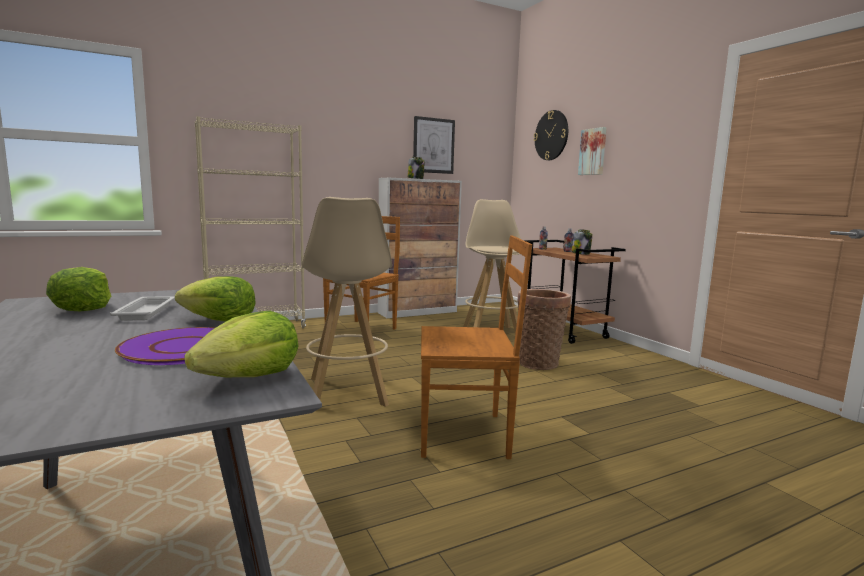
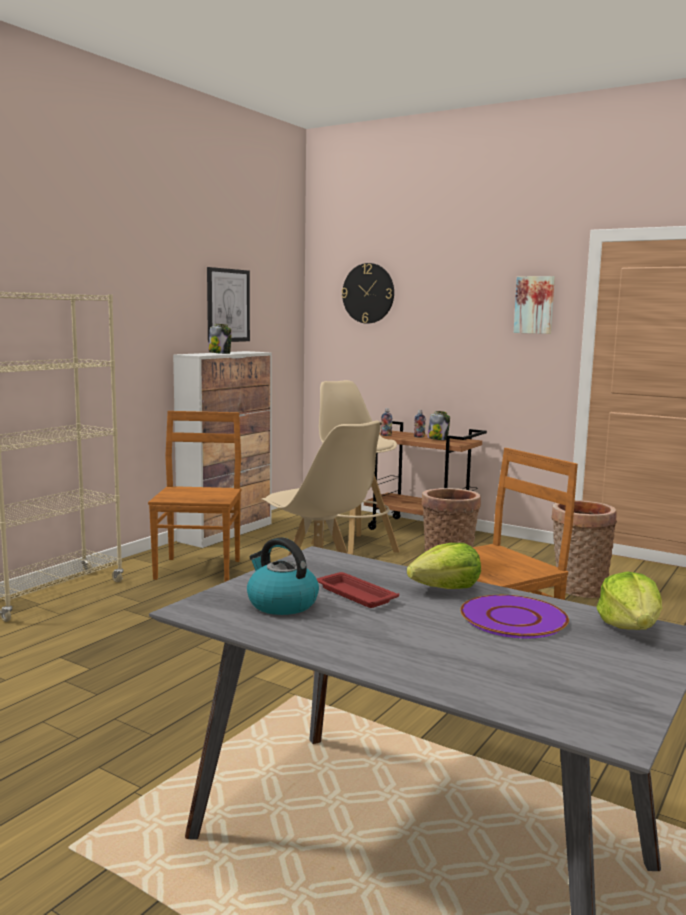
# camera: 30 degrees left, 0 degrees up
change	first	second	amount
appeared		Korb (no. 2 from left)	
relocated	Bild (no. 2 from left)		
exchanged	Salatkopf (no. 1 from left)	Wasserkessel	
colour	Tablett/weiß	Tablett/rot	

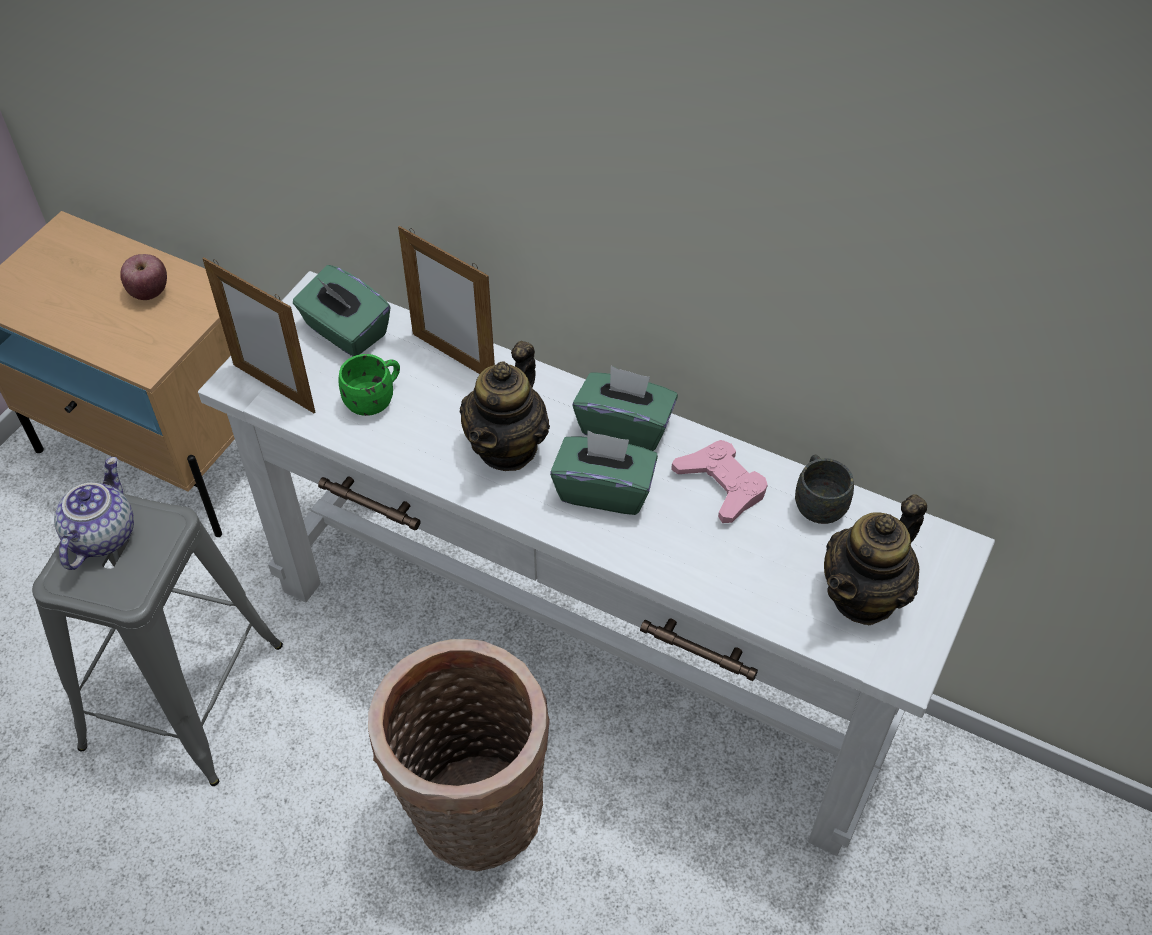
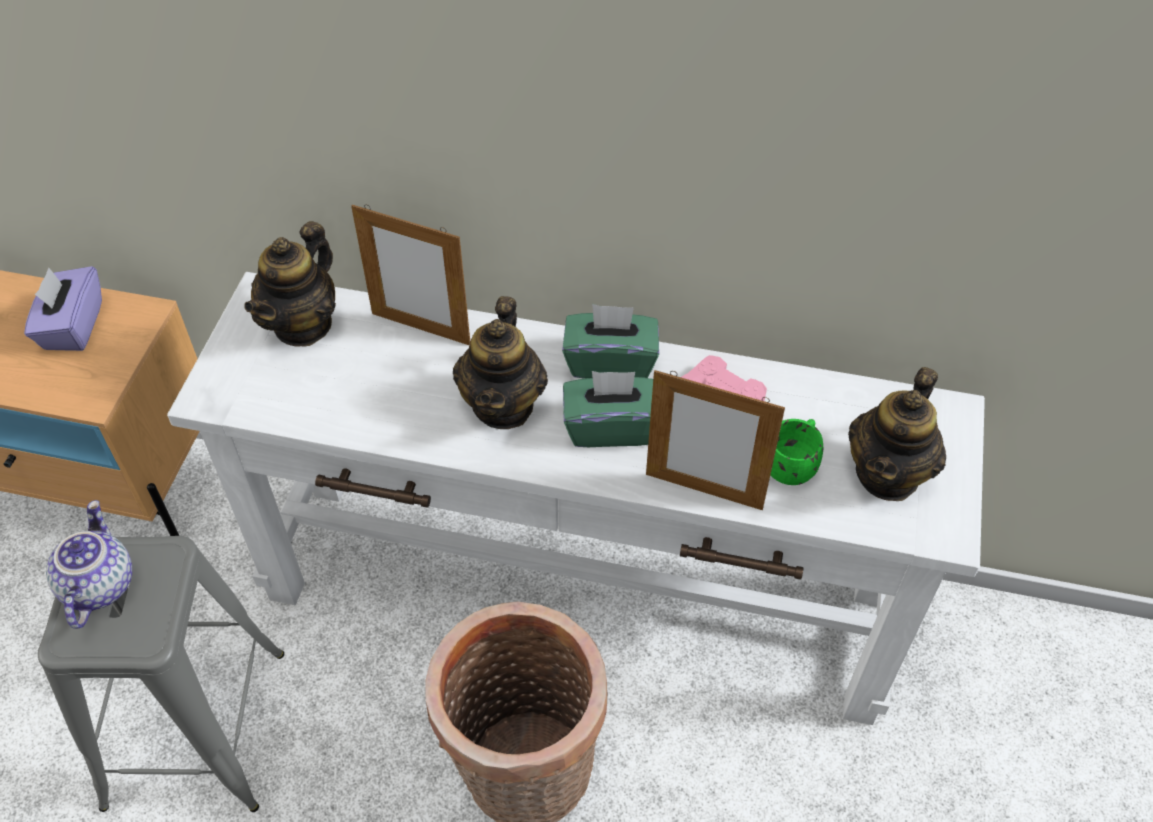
# camera: 15 degrees left, 0 degrees up
change	first	second	amount
missing	Henkelbecher/grau		
relocated	Bilderrahmen (no. 1 from left in the first image)	Bilderrahmen (no. 2 from left)	
relocated	Henkelbecher/grün		
exchanged	Apfel	Taschentuchbox/lila	
exchanged	Taschentuchbox/grün (no. 1 from left)	Teekanne (no. 2 from left)	

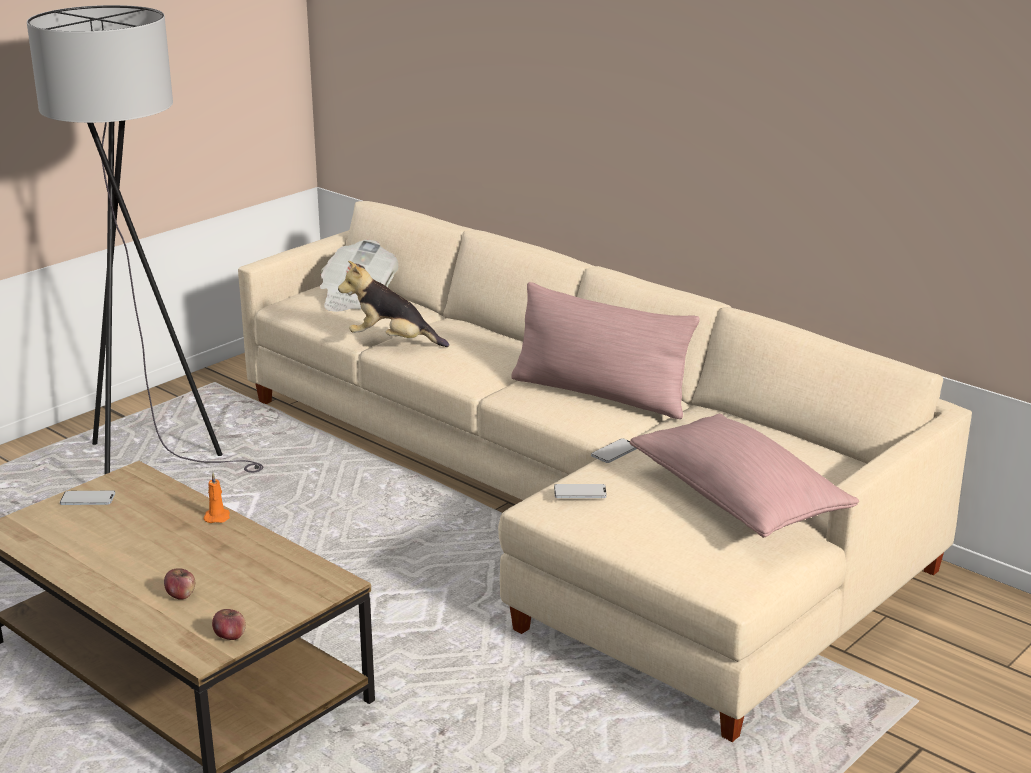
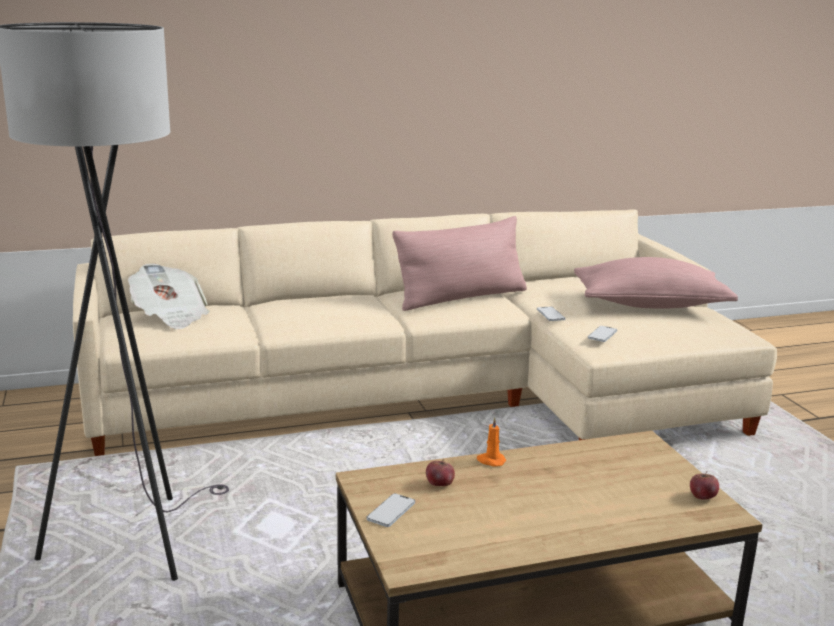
# camera: 60 degrees left, 5 degrees down
change	first	second	amount
missing	Plüschtier		
relocated	Apfel (no. 1 from left)		

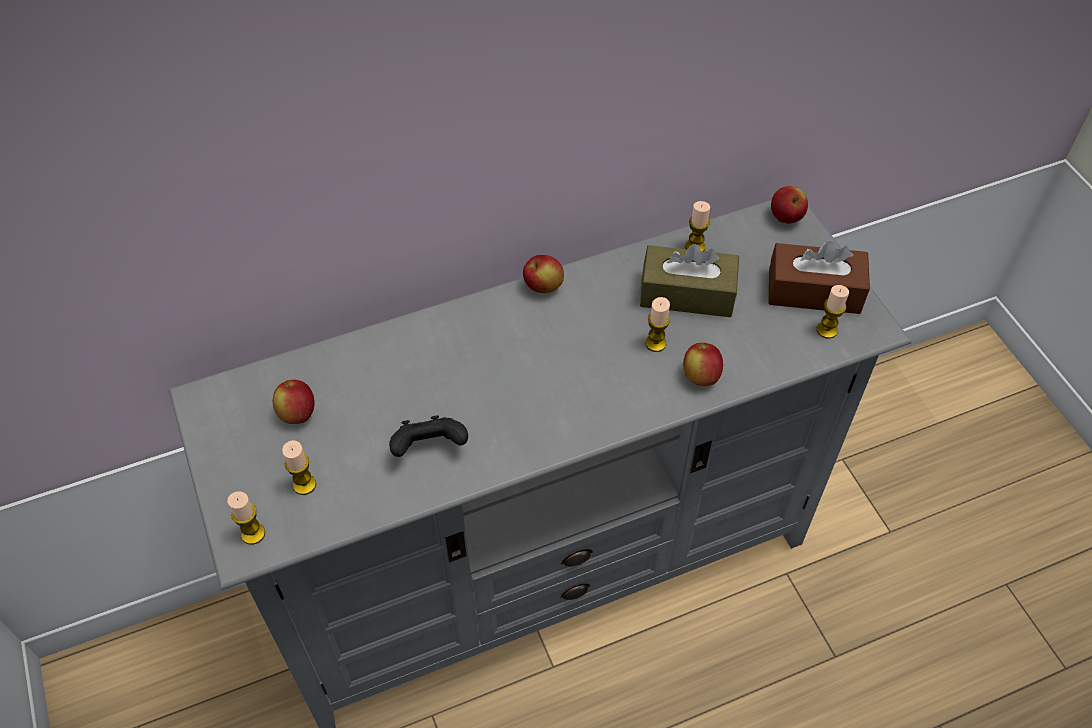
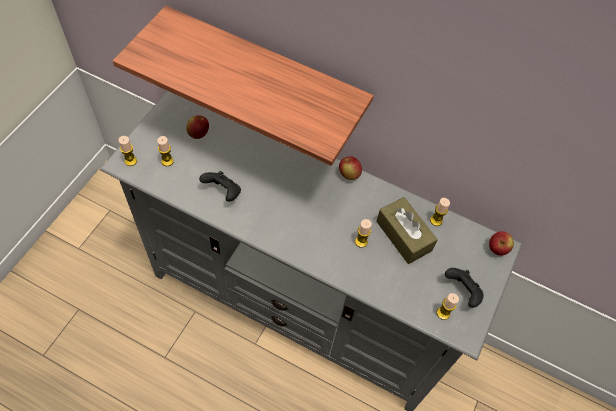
# camera: 45 degrees right, 5 degrees up
change	first	second	amount
missing	Apfel (no. 3 from left)		
appeared		Wandregal	
exchanged	Taschentuchbox/braun (no. 2 from left)	Gamepad/schwarz (no. 2 from left)	

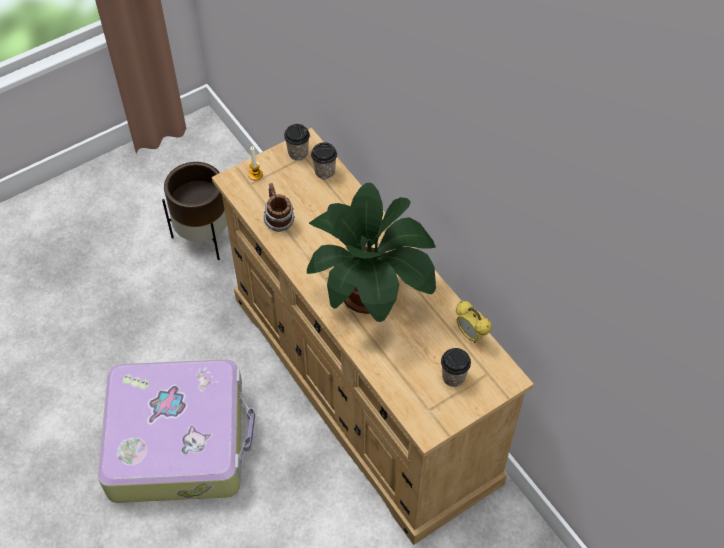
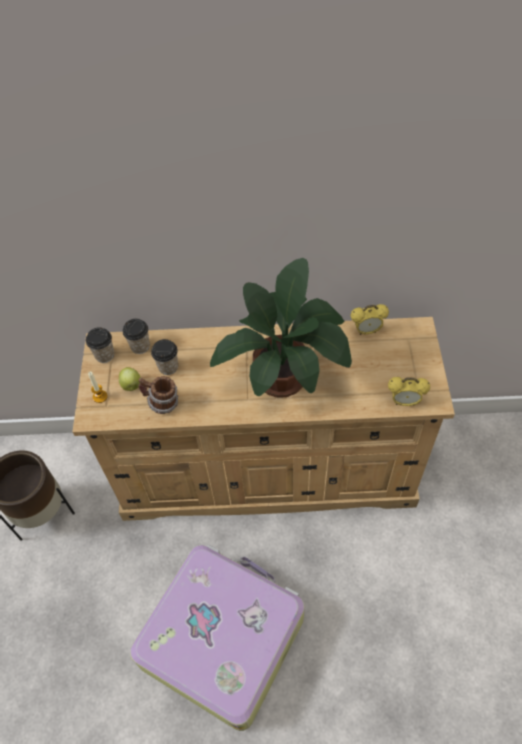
# camera: 55 degrees left, 0 degrees up
change	first	second	amount
appeared		Apfel	
appeared		Wecker (no. 2 from left)	
relocated	Tasse (no. 3 from left)		

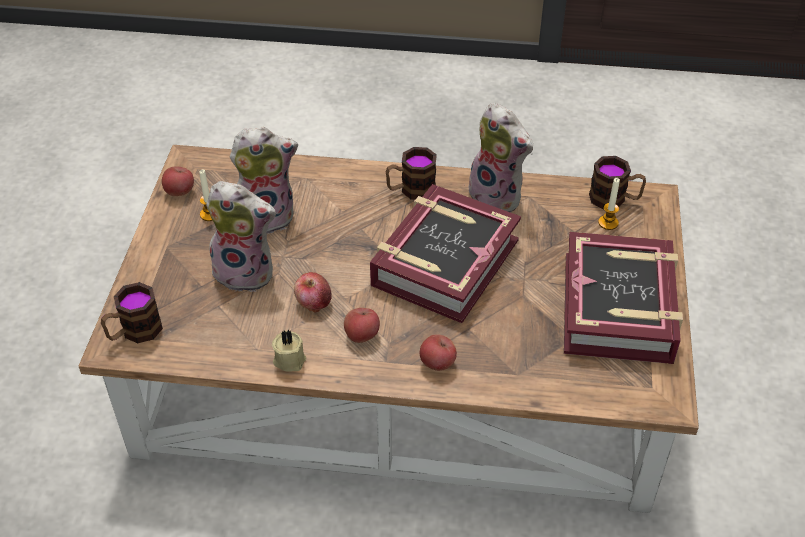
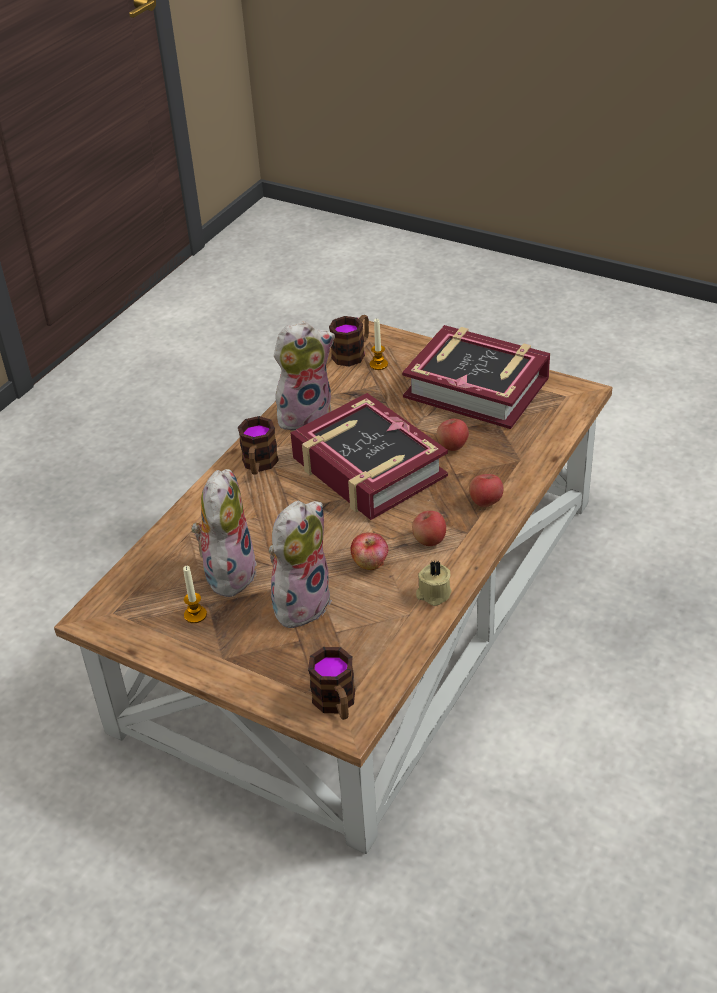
# camera: 65 degrees left, 5 degrees down
change	first	second	amount
relocated	Apfel (no. 1 from left in the first image)	Apfel (no. 3 from left)	

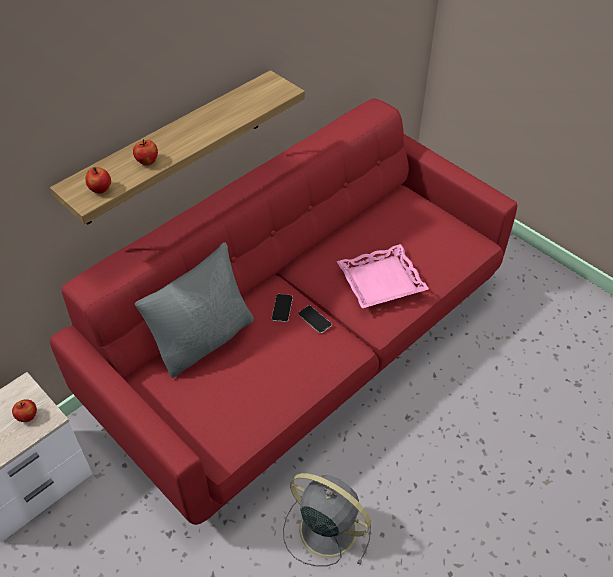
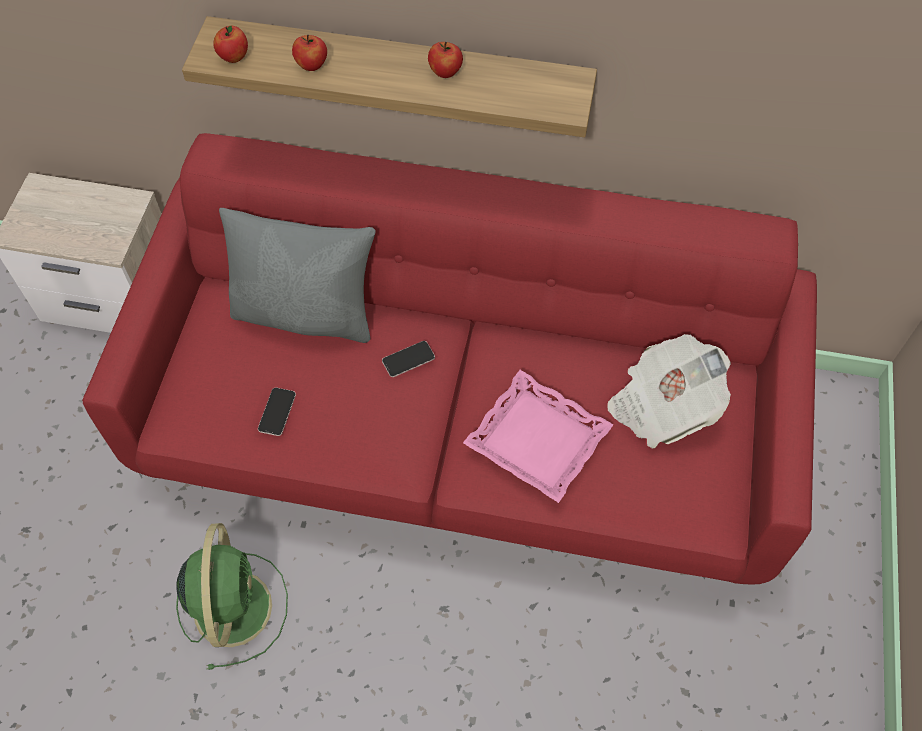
# camera: 55 degrees right, 10 degrees up
change	first	second	amount
appeared		Zeitung	
relocated	Apfel (no. 1 from left in the first image)	Apfel (no. 3 from left)	
relocated	Handy (no. 2 from left in the first image)	Handy (no. 1 from left)	
colour	Ventilator/grau	Ventilator/grün	

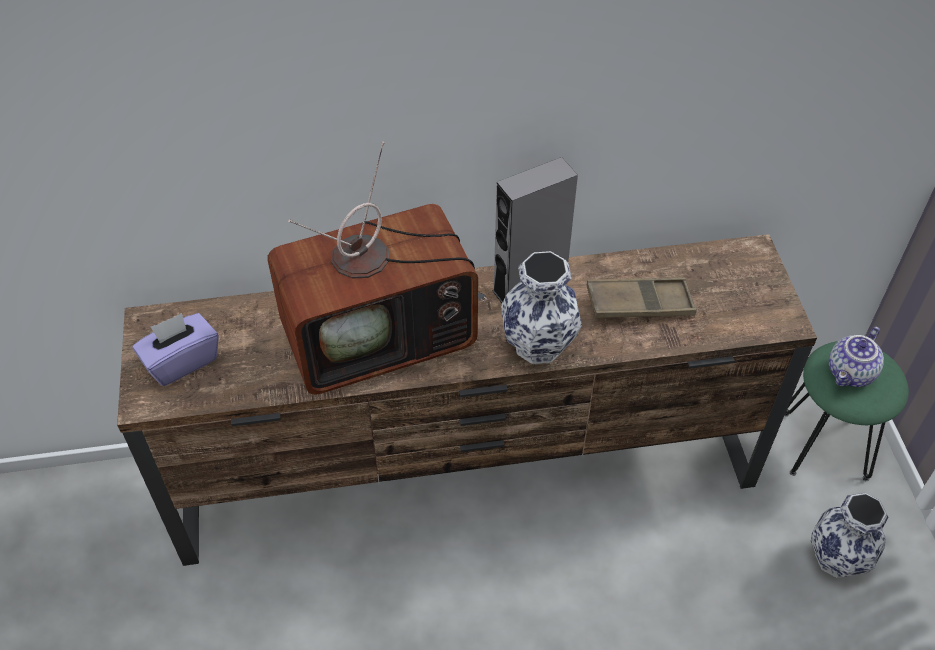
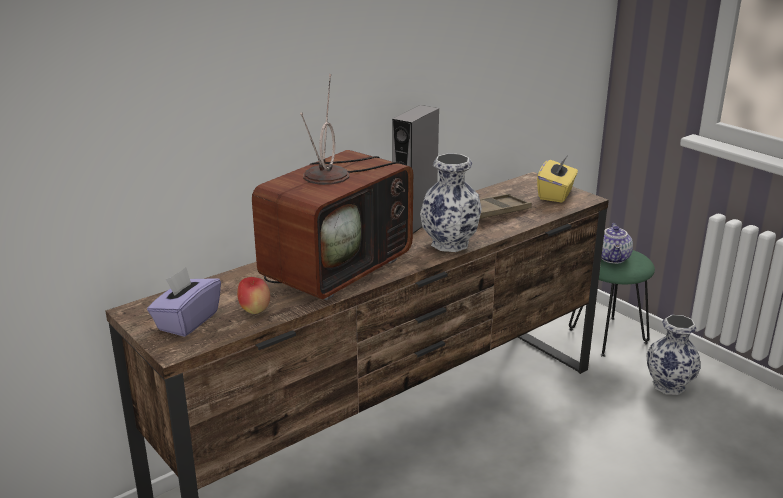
# camera: 30 degrees left, 25 degrees down
change	first	second	amount
appeared		Apfel	
appeared		Taschentuchbox/gelb	

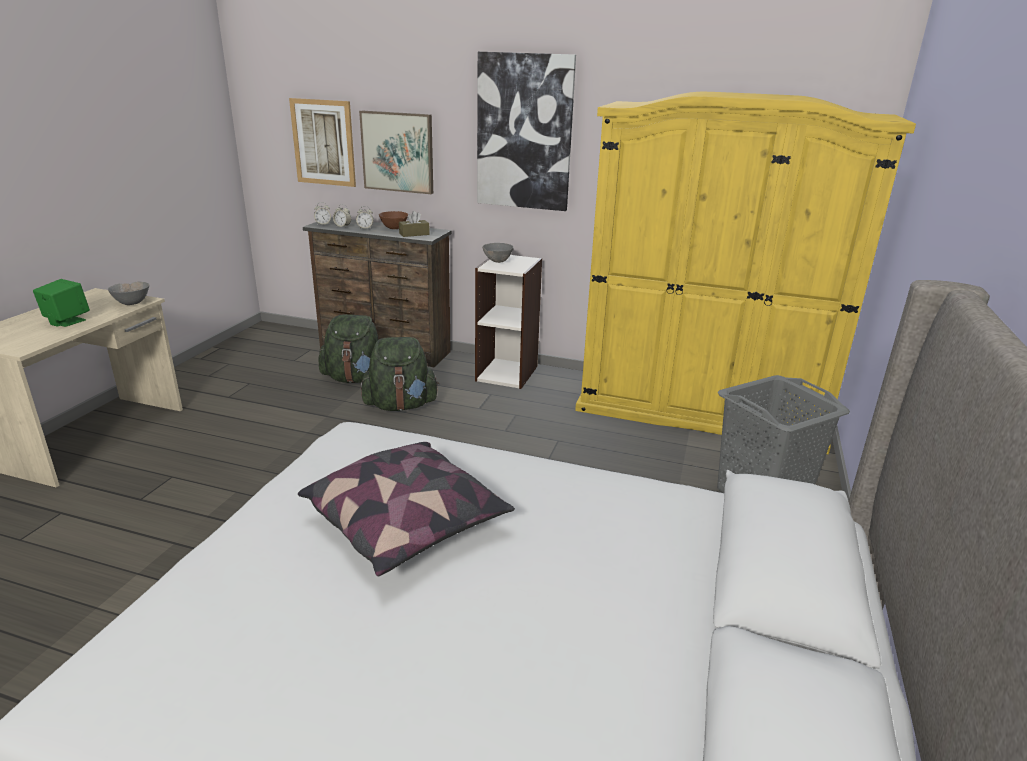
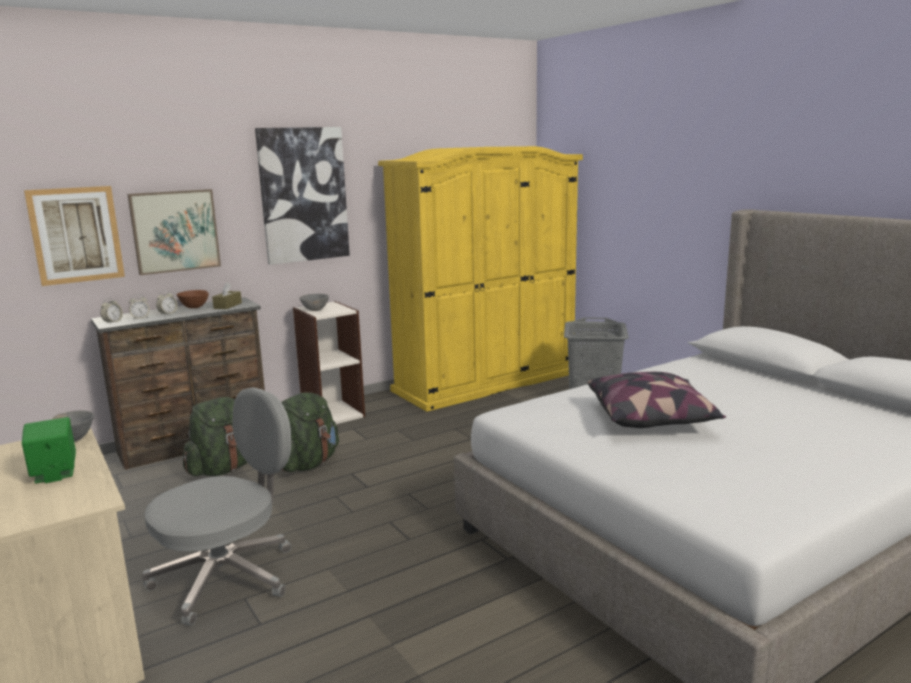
# camera: 50 degrees left, 10 degrees down
change	first	second	amount
appeared		Bürostuhl/grau	

